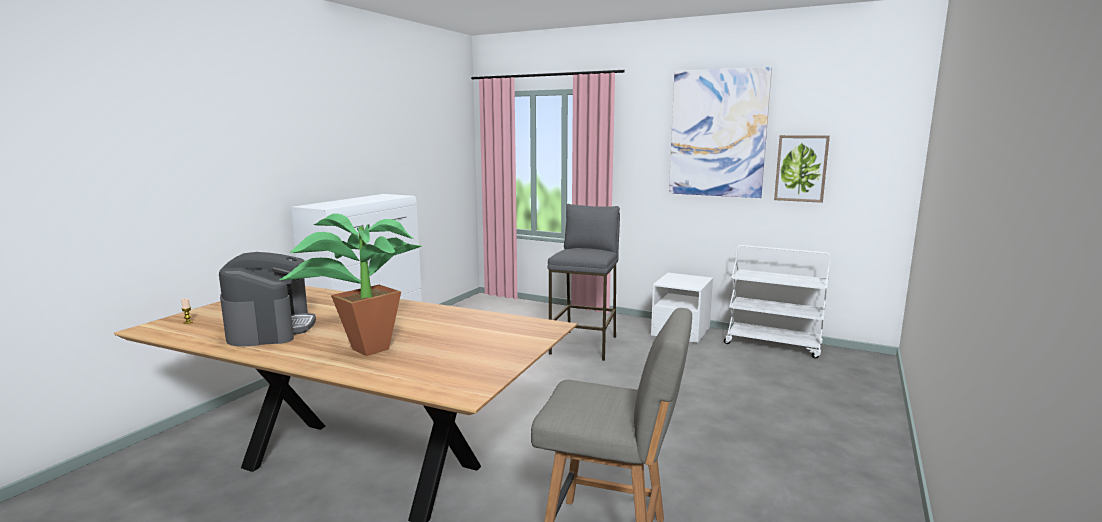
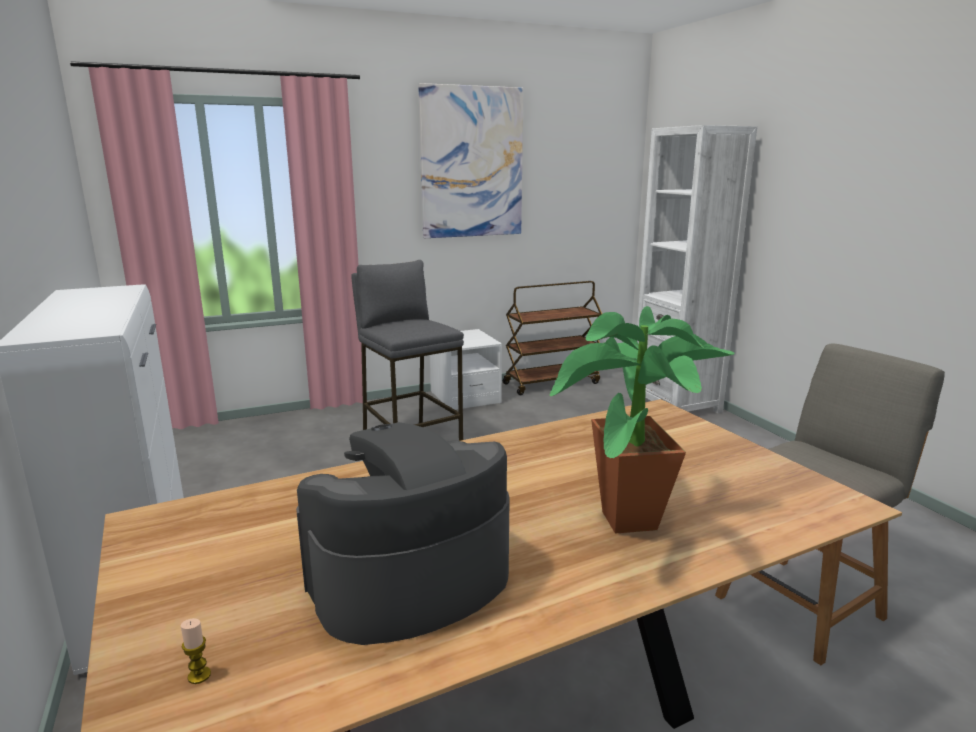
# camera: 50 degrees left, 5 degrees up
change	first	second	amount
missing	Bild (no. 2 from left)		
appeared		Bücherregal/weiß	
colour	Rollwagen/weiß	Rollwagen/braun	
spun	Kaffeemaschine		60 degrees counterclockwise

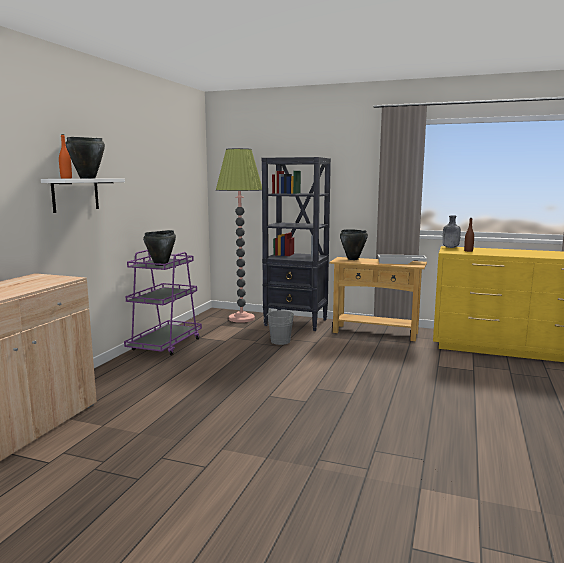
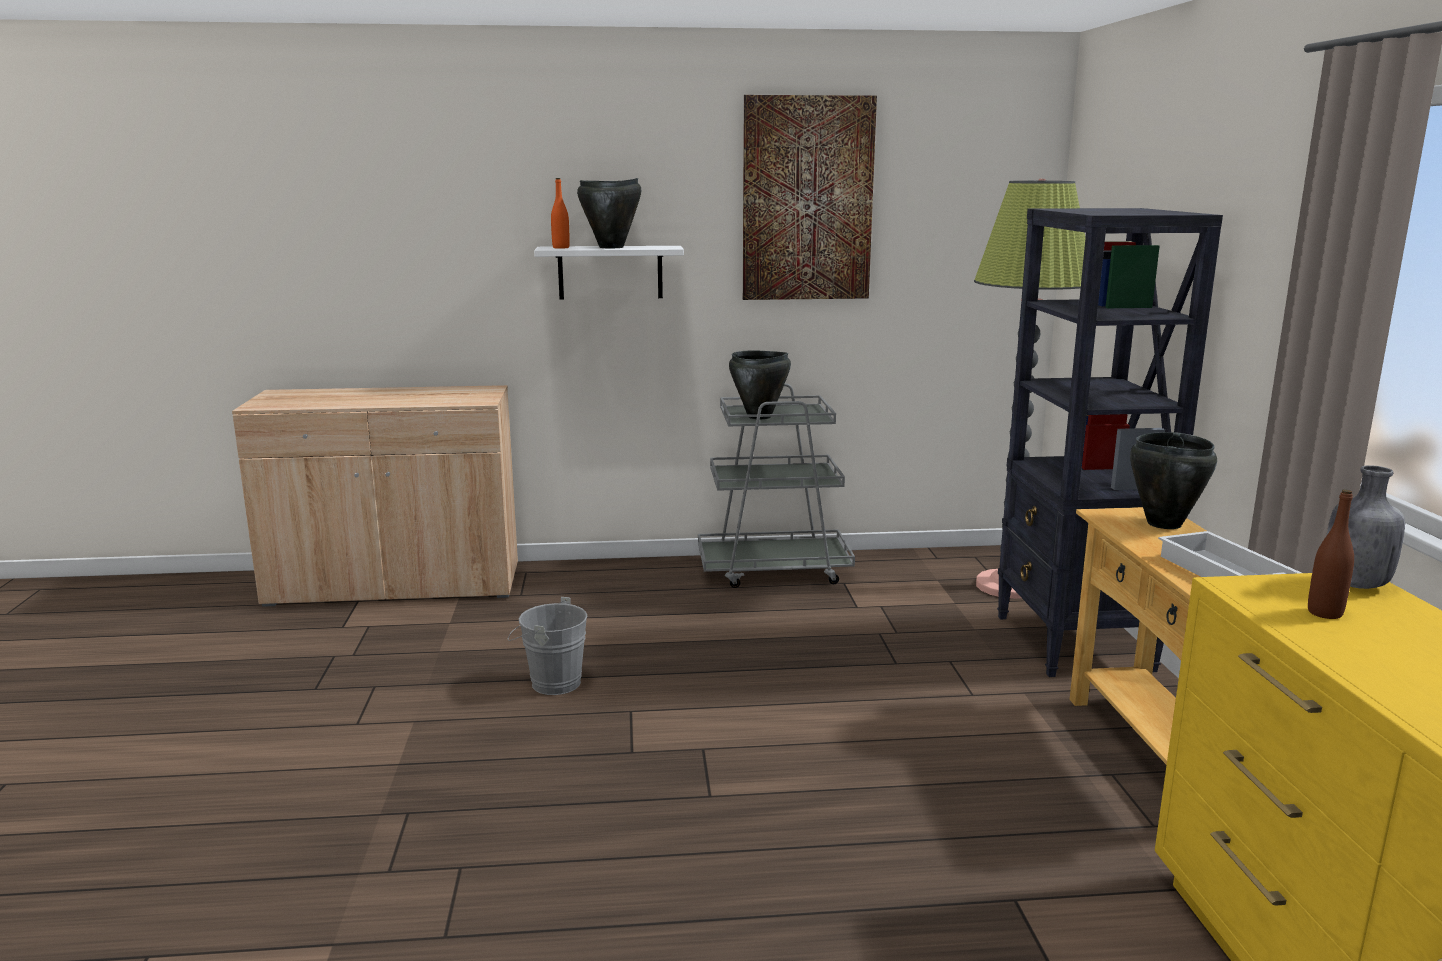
# camera: 65 degrees right, 5 degrees up
change	first	second	amount
appeared		Bild	
relocated	Eimer/grau		
colour	Rollwagen/lila	Rollwagen/grau	

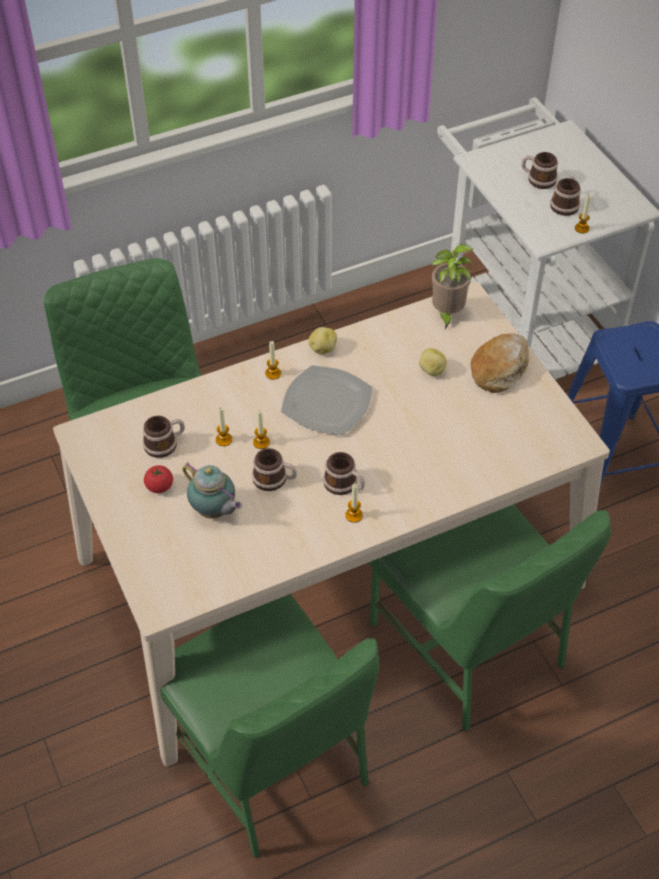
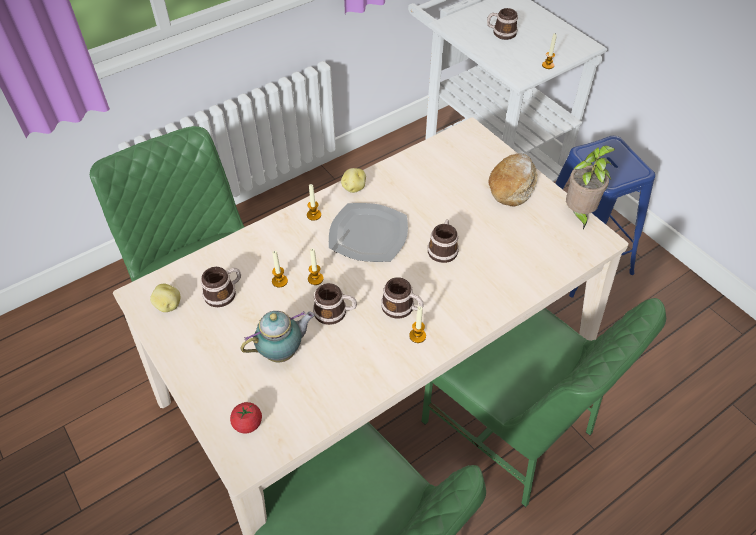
# camera: 10 degrees left, 0 degrees up
change	first	second	amount
relocated	Tomate		
relocated	Kartoffel (no. 2 from left in the first image)	Kartoffel (no. 1 from left)	
relocated	Topfpflanze		
relocated	Henkelbecher (no. 5 from left in the first image)	Henkelbecher (no. 4 from left)	
spun	Teekanne		60 degrees counterclockwise

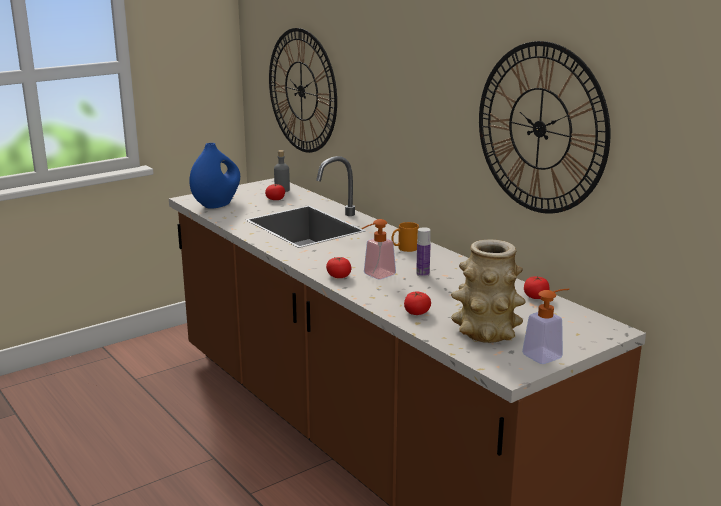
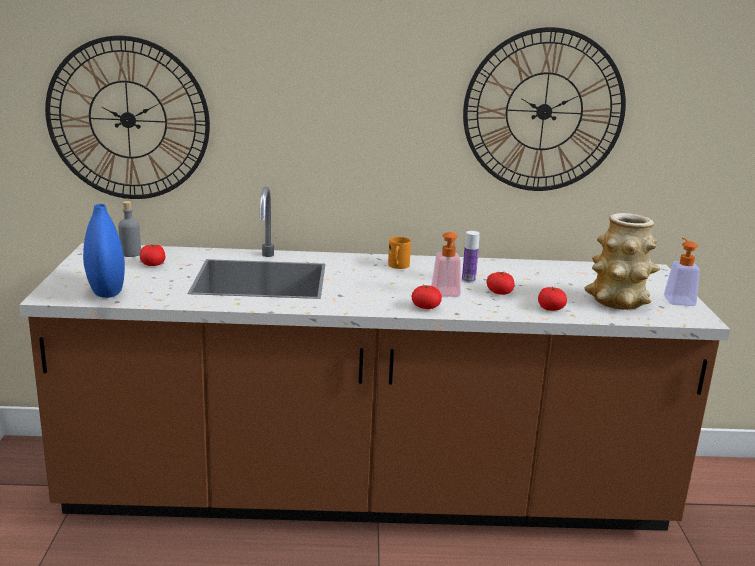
# camera: 55 degrees left, 0 degrees up
change	first	second	amount
relocated	Tomate (no. 4 from left in the first image)	Tomate (no. 3 from left)	

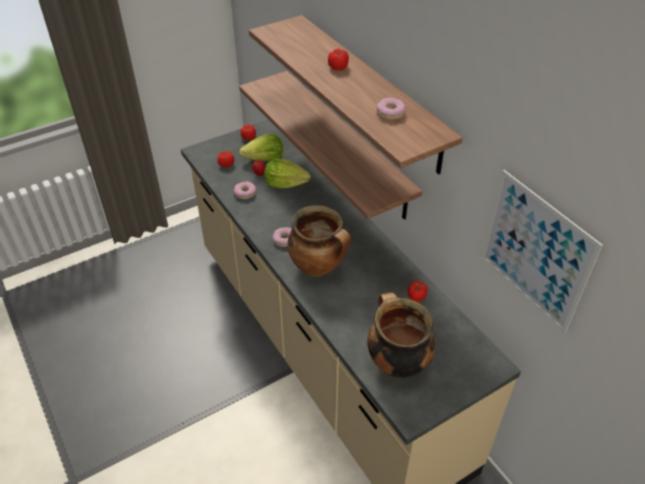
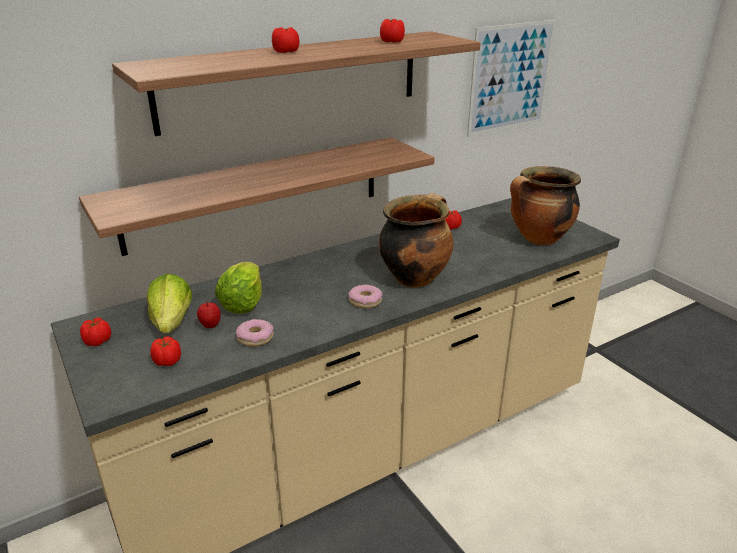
# camera: 90 degrees left, 15 degrees down
change	first	second	amount
exchanged	Donut (no. 3 from left)	Tomate (no. 4 from left)	

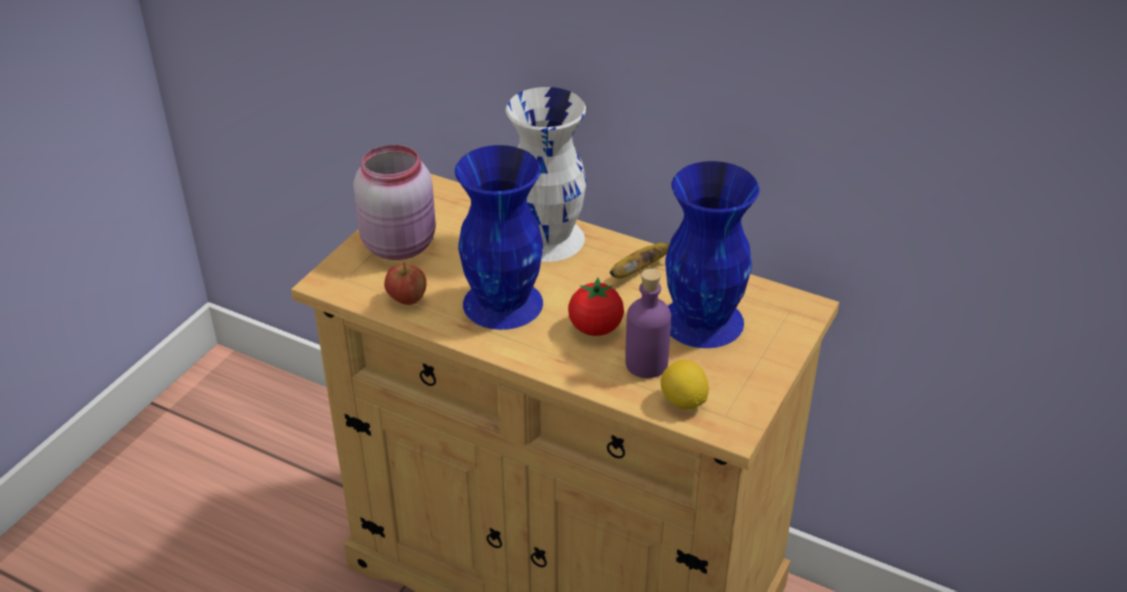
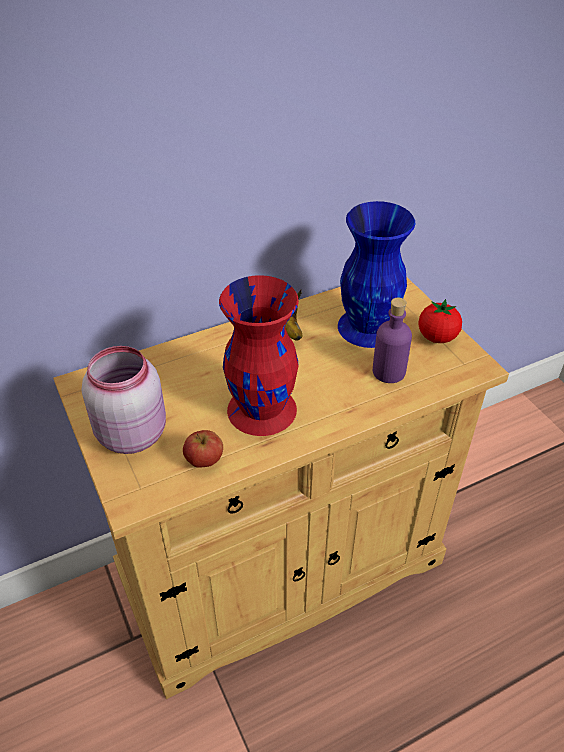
# camera: 55 degrees left, 5 degrees up
change	first	second	amount
missing	Vase/weiß		
missing	Zitrone		
relocated	Tomate		
colour	Vase/blau (no. 1 from left)	Vase/rot	

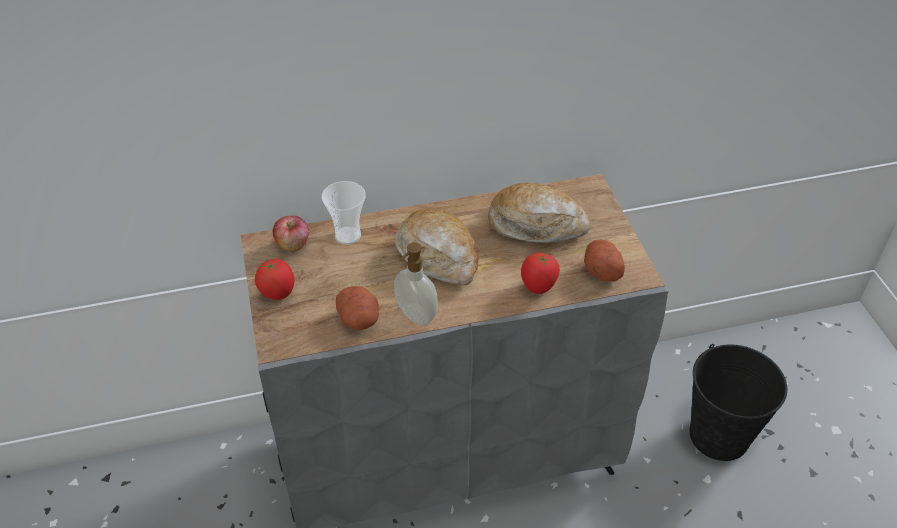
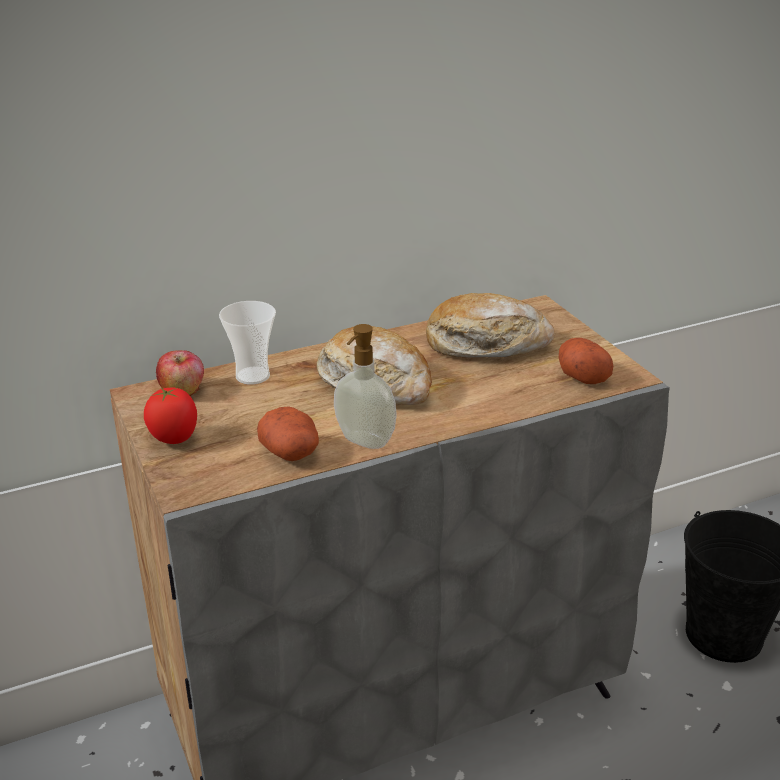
# camera: 10 degrees left, 15 degrees down
change	first	second	amount
missing	Tomate (no. 2 from left)		

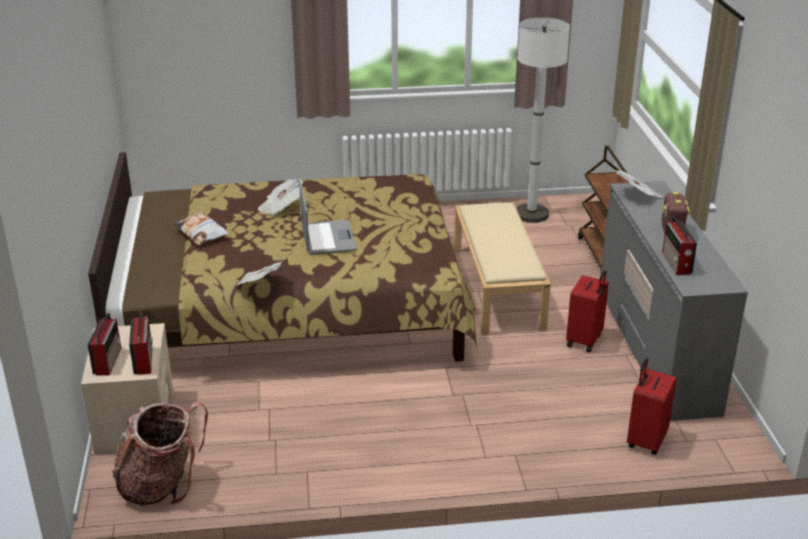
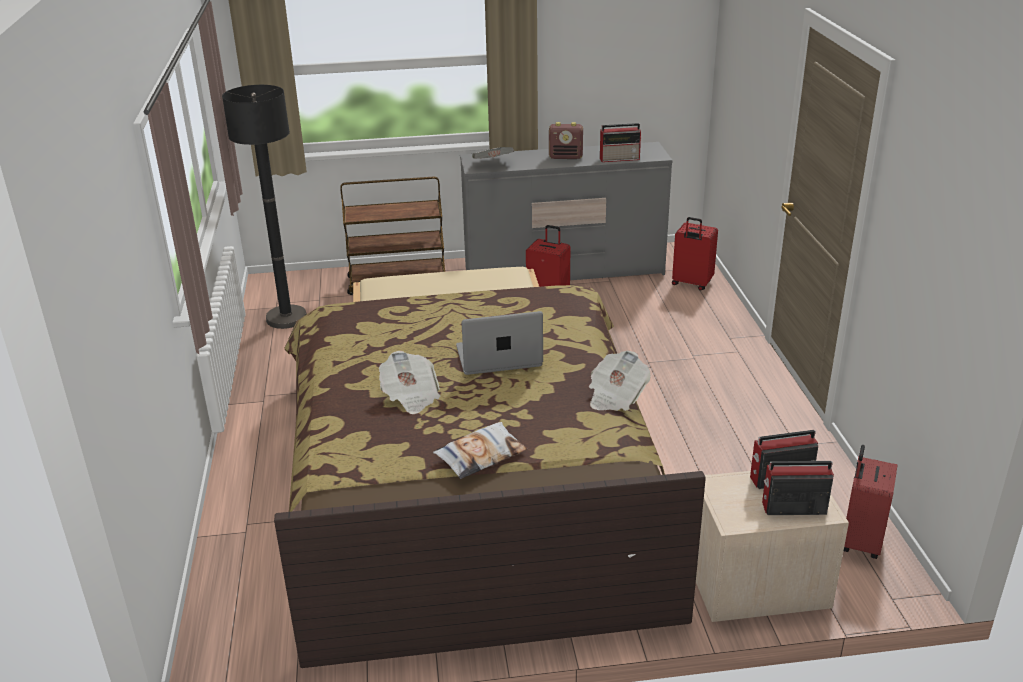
# camera: 90 degrees left, 0 degrees up
change	first	second	amount
exchanged	Rucksack	Koffer/rot (no. 3 from left)	
colour	Stehlampe/weiß	Stehlampe/schwarz	

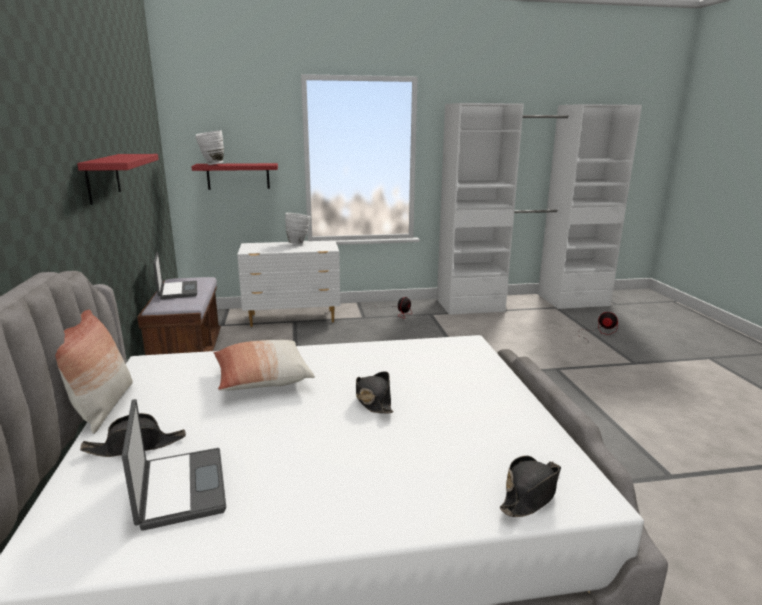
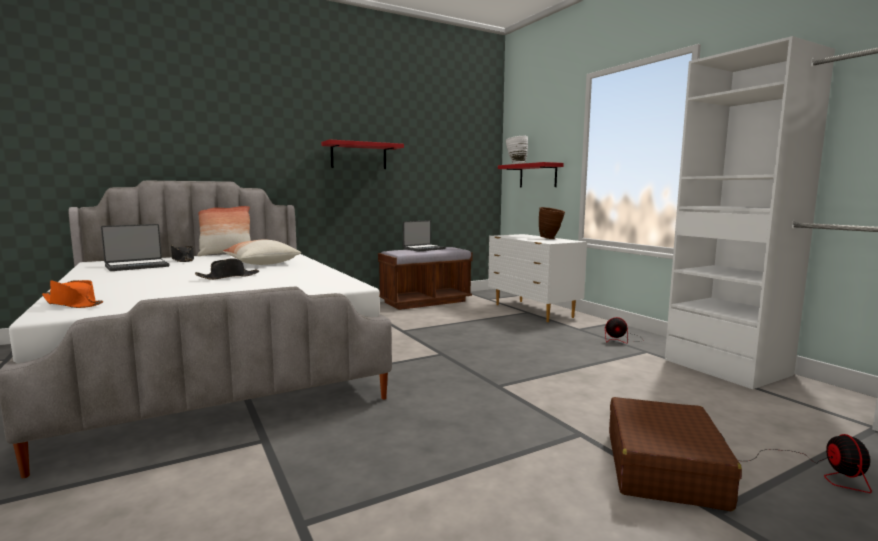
# camera: 70 degrees right, 10 degrees down
change	first	second	amount
appeared		Koffer/braun	
colour	Vase/weiß (no. 2 from left)	Vase/braun	
colour	Hut/schwarz (no. 3 from left)	Hut/orange	

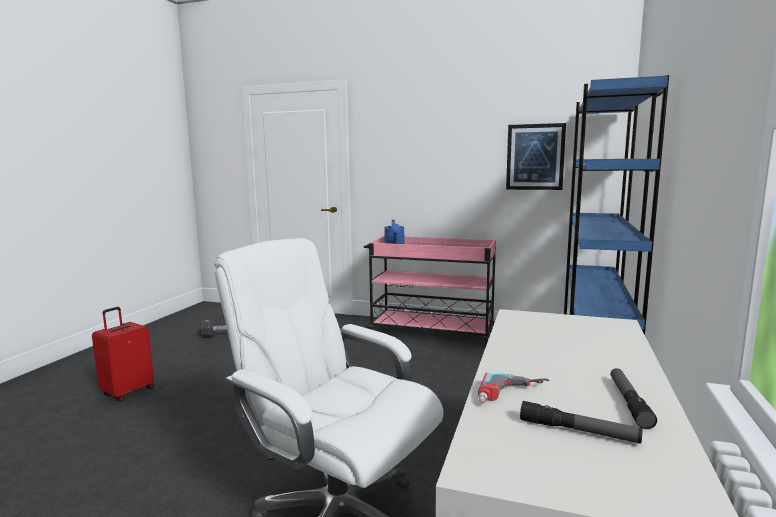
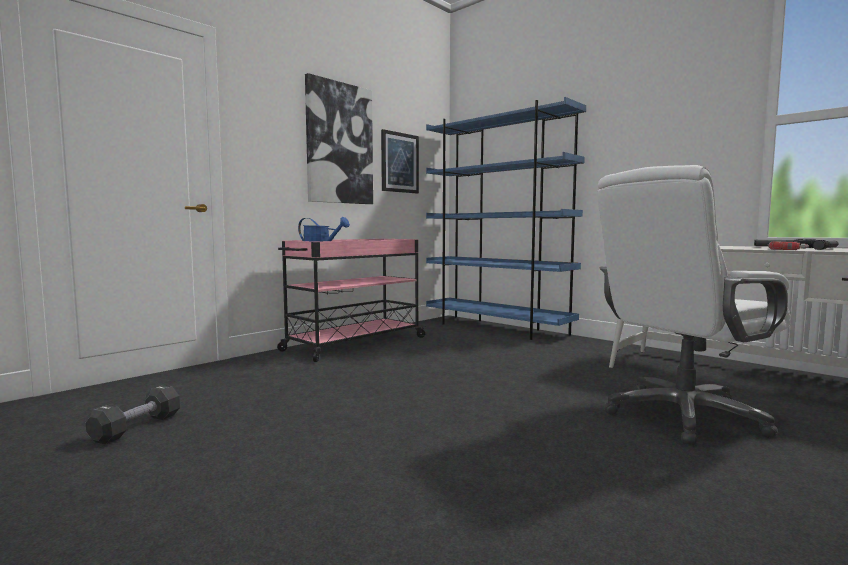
# camera: 65 degrees left, 5 degrees down
change	first	second	amount
missing	Koffer/rot		
appeared		Bild (no. 1 from left)	

